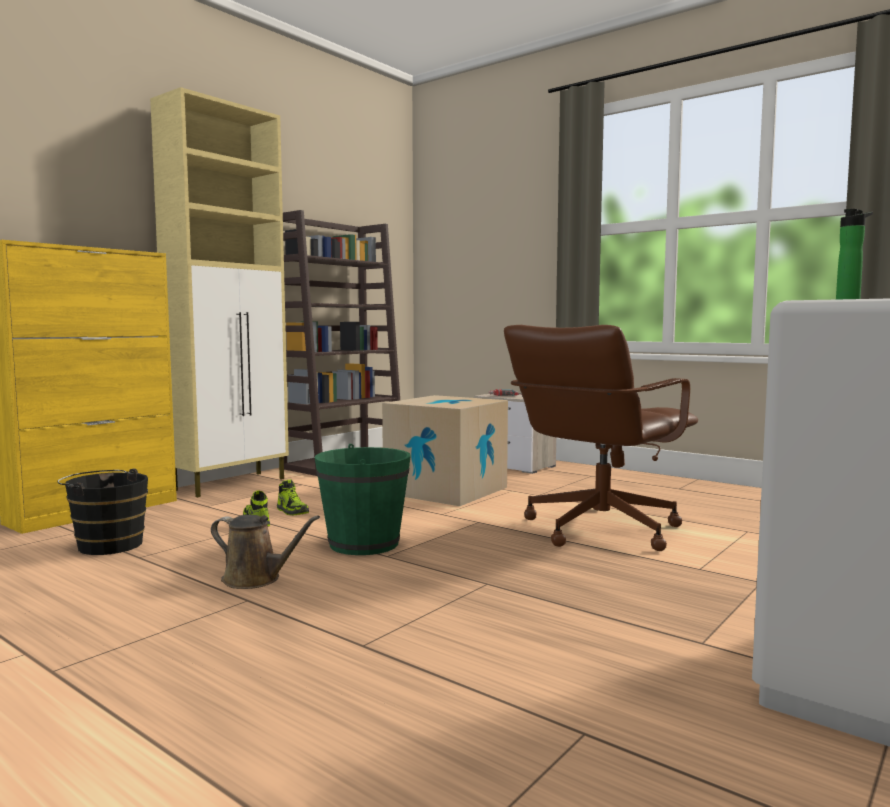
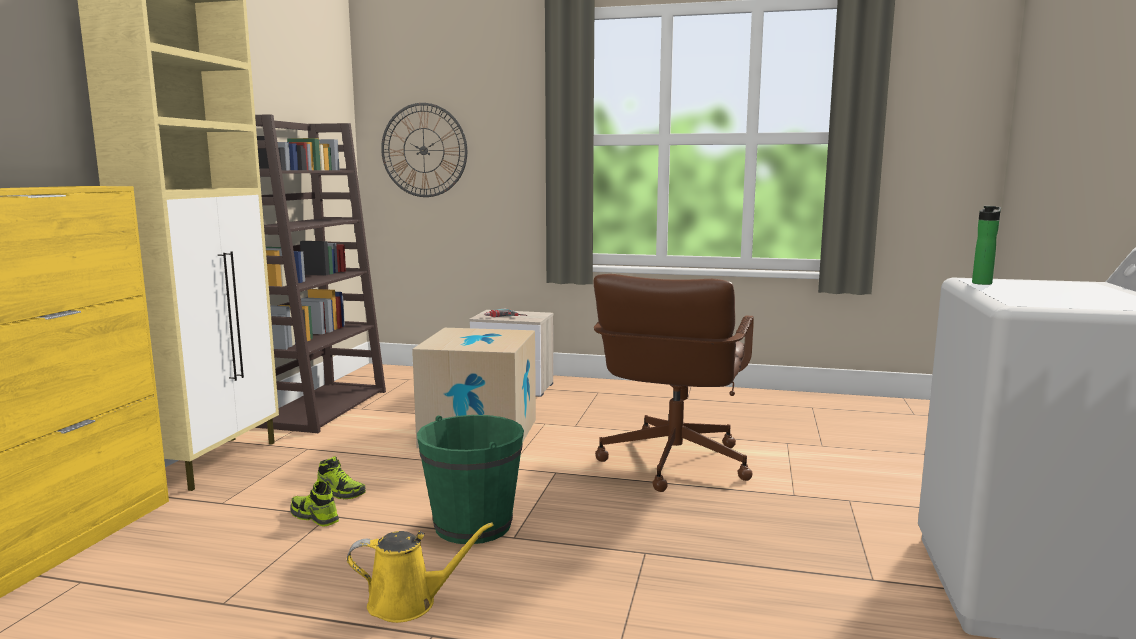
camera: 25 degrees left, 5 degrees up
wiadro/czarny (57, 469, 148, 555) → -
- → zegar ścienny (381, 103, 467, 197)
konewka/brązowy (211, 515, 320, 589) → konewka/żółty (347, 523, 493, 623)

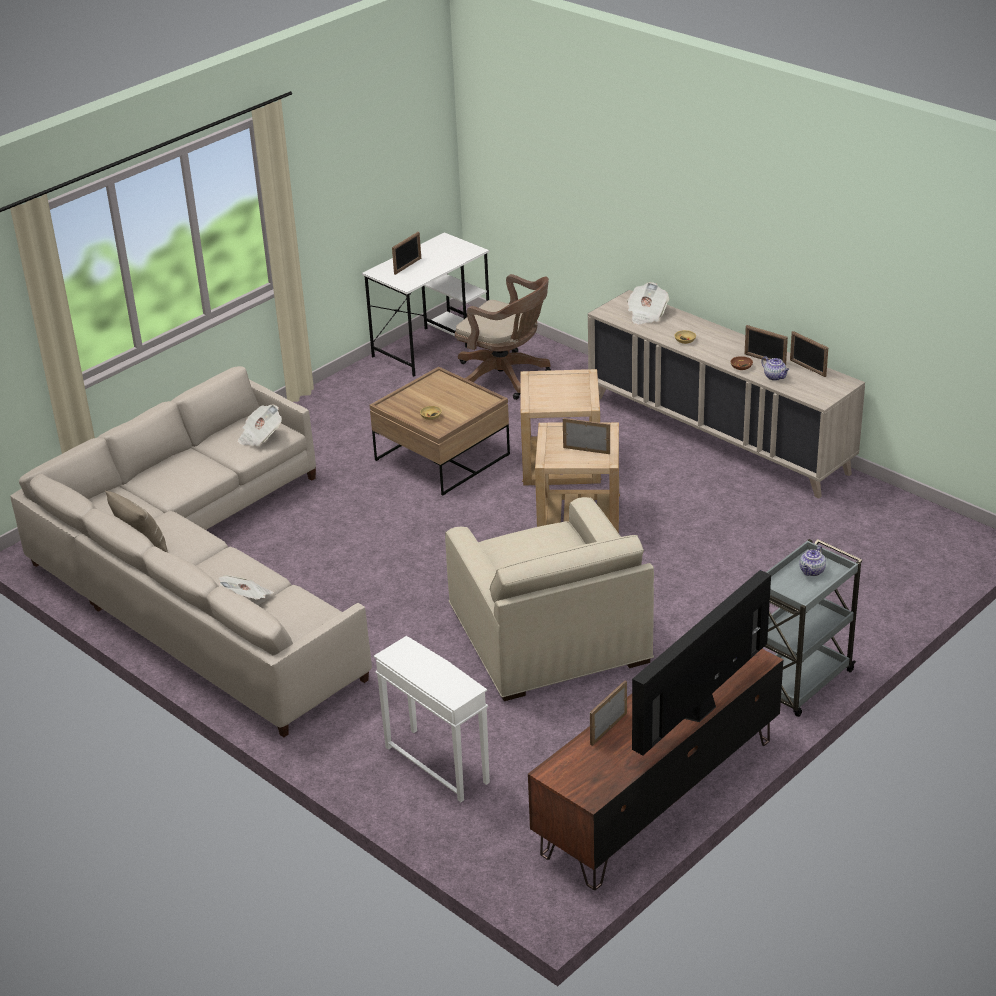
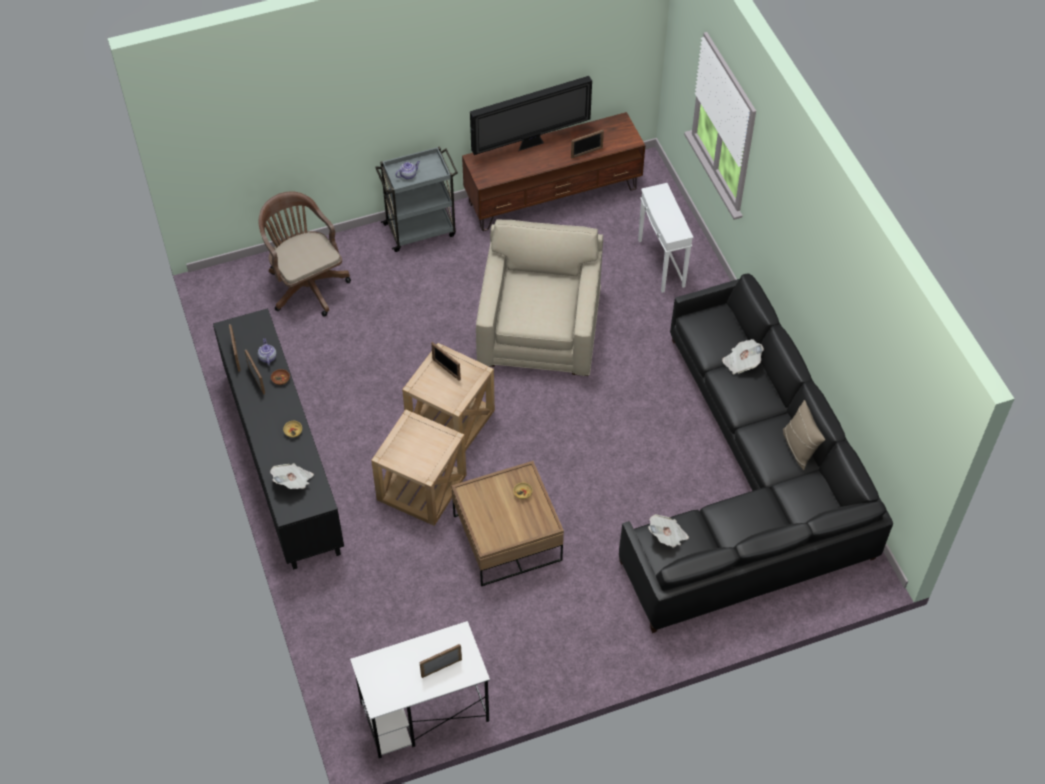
camera: 155 degrees left, 20 degrees up
krzesło biurowe/brązowy (455, 274, 551, 400) → krzesło biurowe/brązowy (258, 192, 351, 317), move
kanapa/beżowy (11, 366, 372, 737) → kanapa/czarny (619, 274, 893, 633)
szafka/beżowy (588, 290, 865, 499) → szafka/czarny (213, 308, 344, 570)

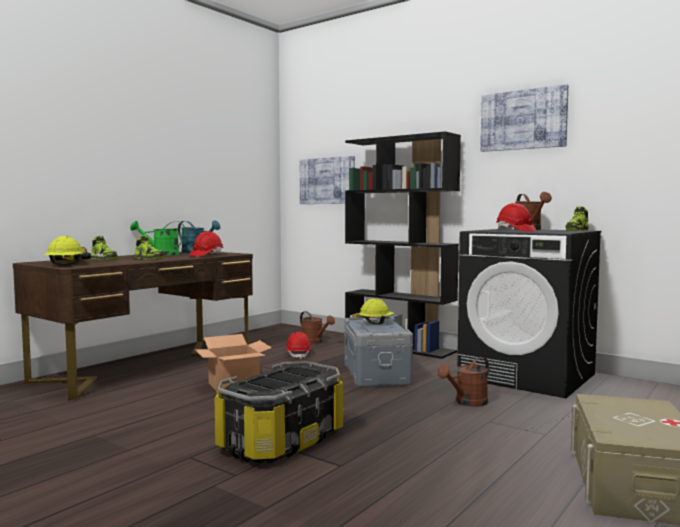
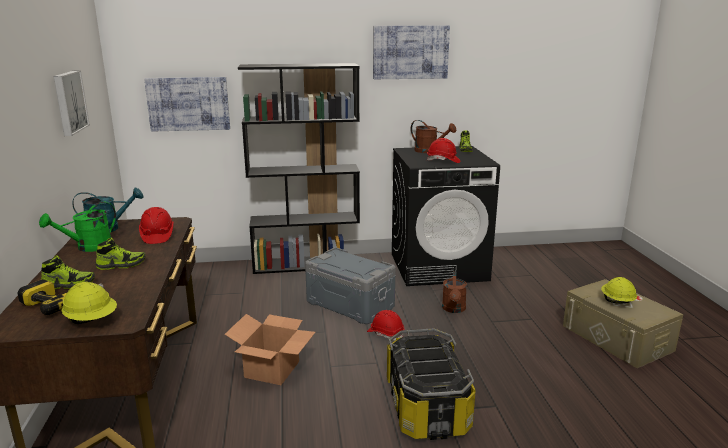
camera: 45 degrees left, 15 degrees up
konewka/brązowy (300, 311, 335, 344) → -
- → obraz (54, 70, 90, 136)
kask/czerwony (286, 332, 312, 359) → kask/czerwony (367, 310, 404, 341), move
kask/żółty (359, 298, 394, 324) → kask/żółty (601, 277, 637, 304), move

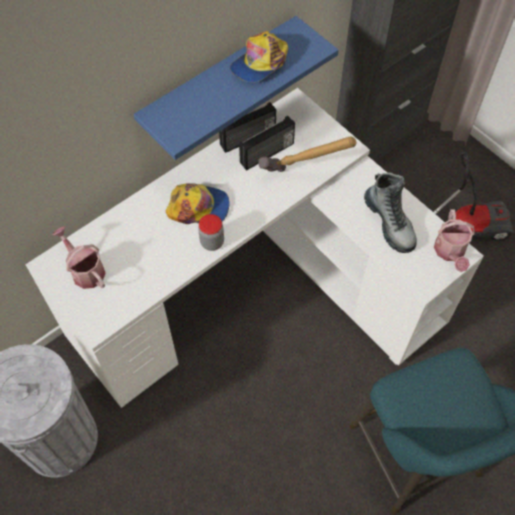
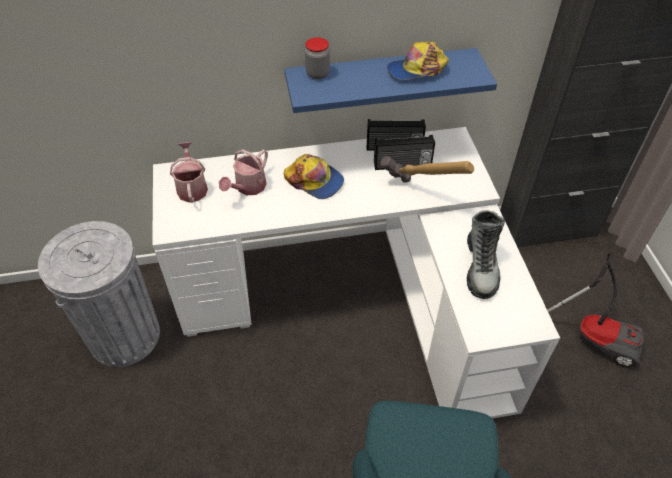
camera: 30 degrees right, 10 degrees down
słoik (198, 214, 224, 251) → słoik (305, 37, 330, 79), move
konewka (434, 209, 475, 272) → konewka (219, 149, 268, 195), move

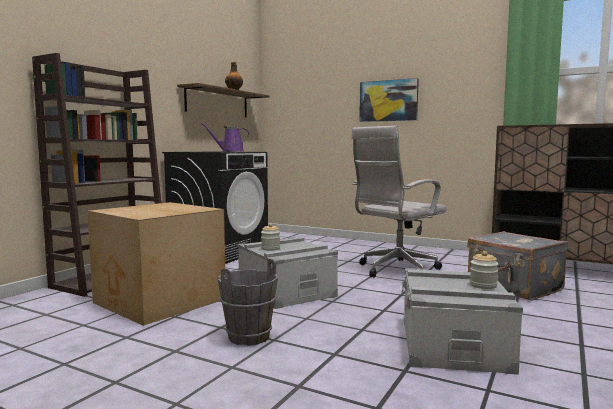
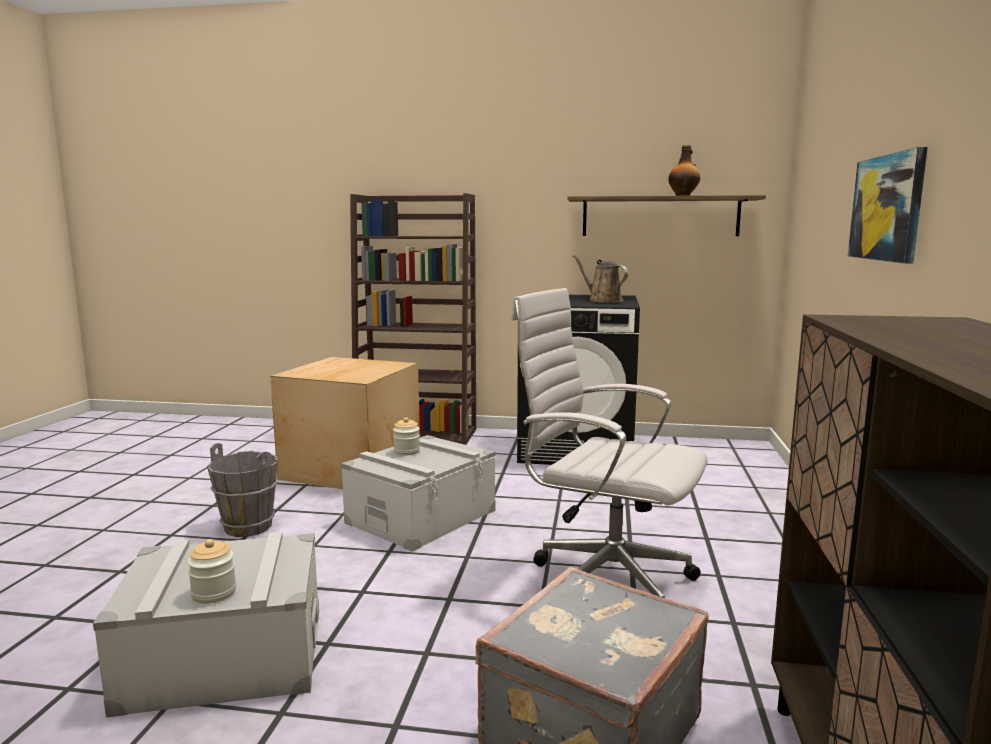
camera: 70 degrees right, 5 degrees up
konewka/fioletowy (201, 123, 249, 152) → konewka/brązowy (573, 255, 628, 303)

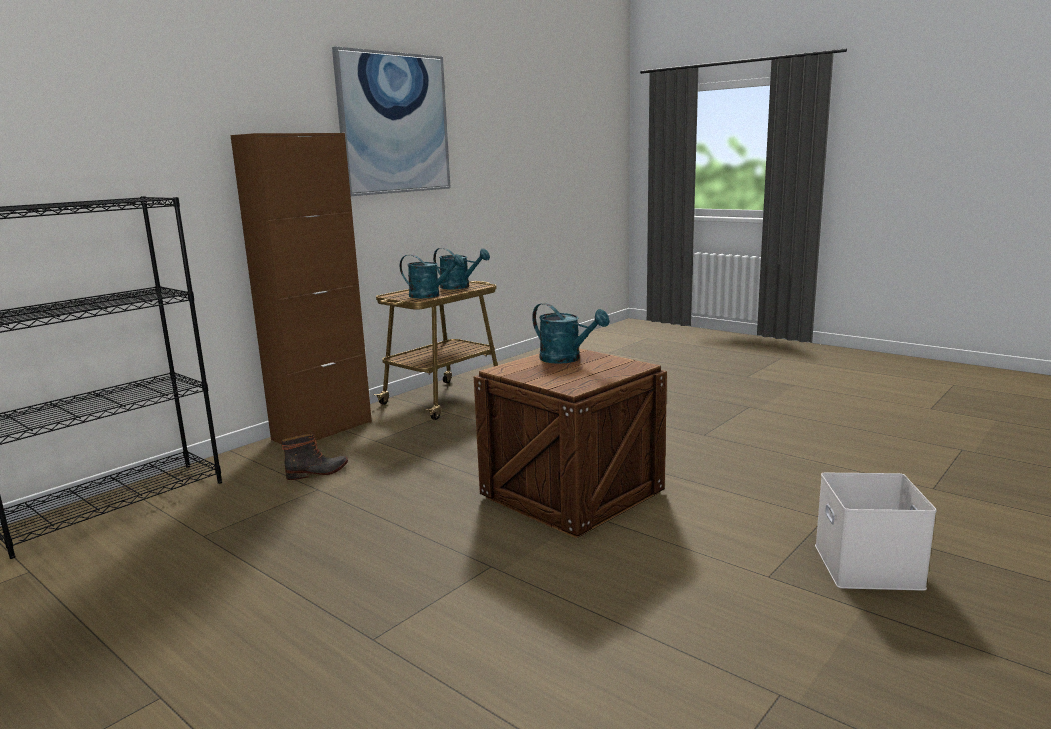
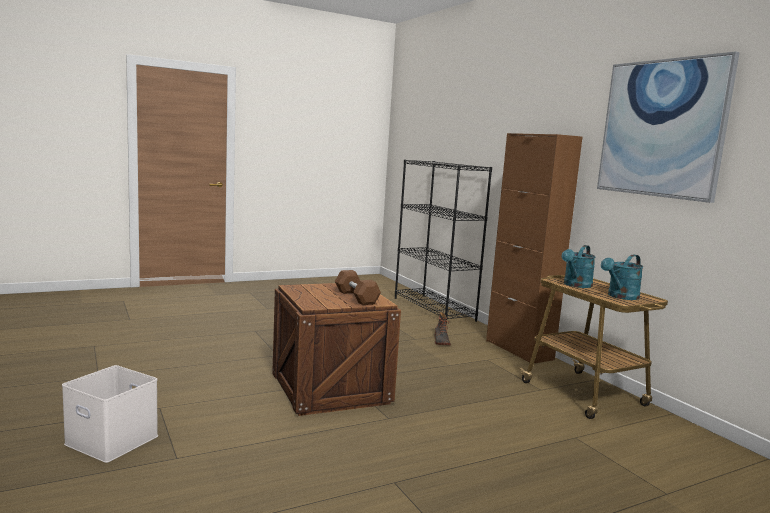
camera: 110 degrees right, 5 degrees down
konewka/turkusowy (532, 303, 610, 364) → hantel/brązowy (335, 270, 381, 305)

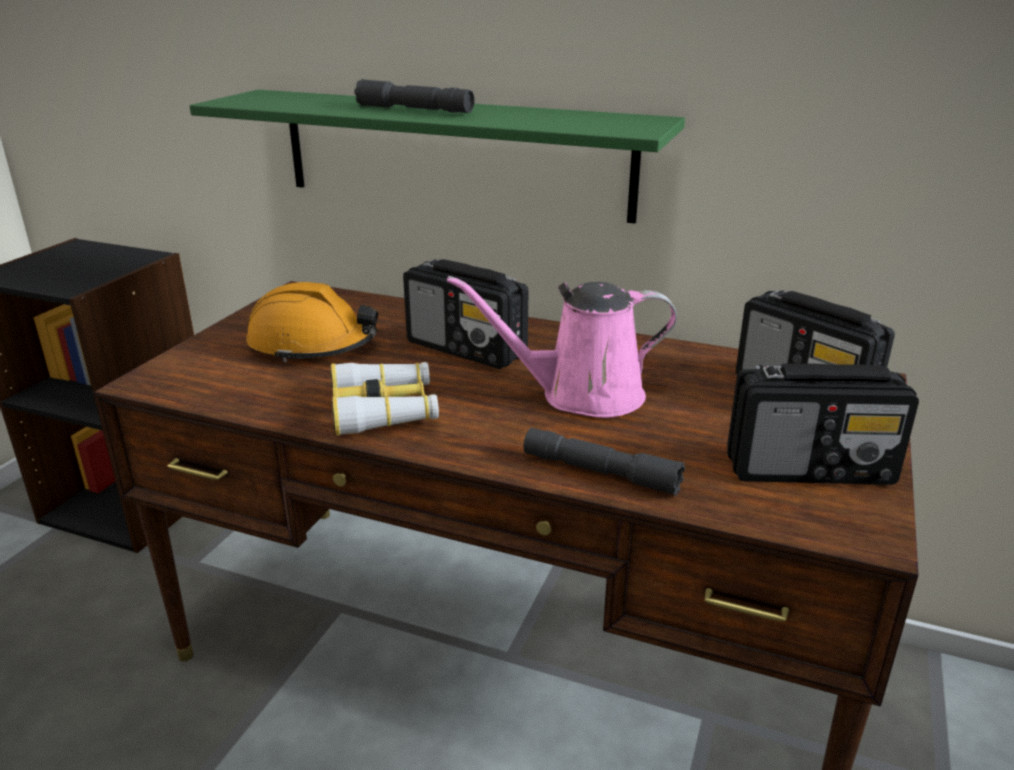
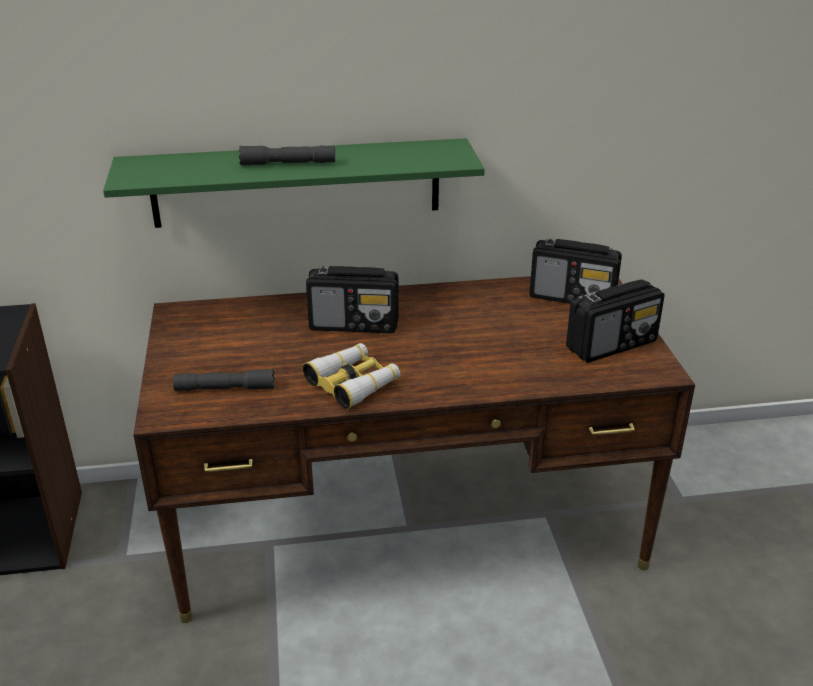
camera: 30 degrees left, 5 degrees up
kask/pomarańczowy (246, 282, 378, 362) → -
konewka/różowy (447, 276, 677, 418) → -
latarka/szary (523, 428, 685, 495) → latarka/szary (173, 369, 275, 391), move

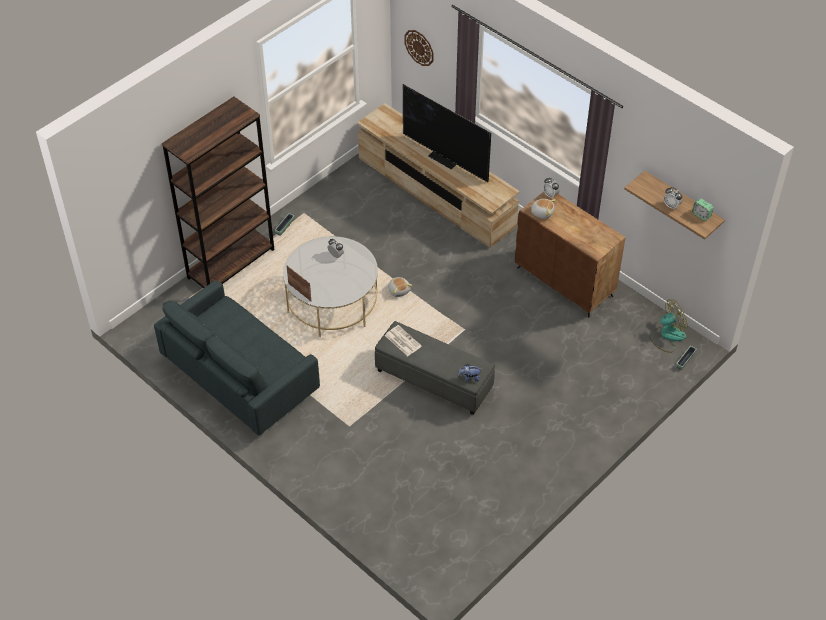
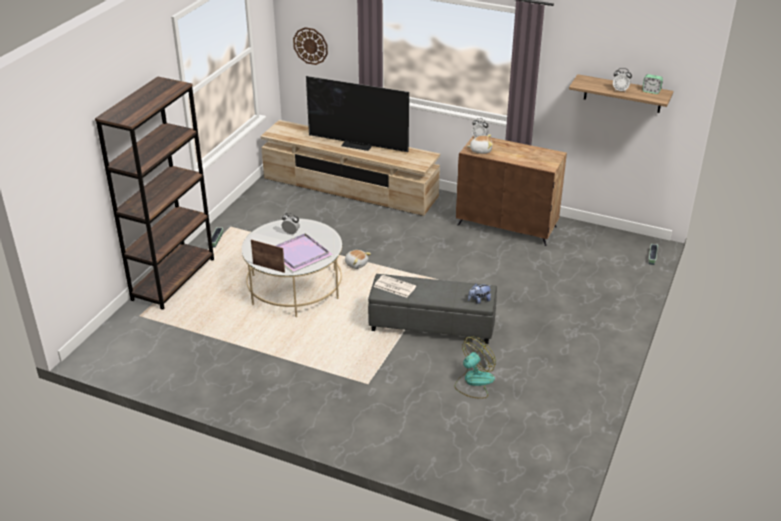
camera: 20 degrees left, 15 degrees down
kanapa/szary (154, 280, 320, 436) → -
- → taca/fioletowy (276, 233, 333, 272)
wentylator (649, 300, 687, 353) → wentylator (454, 337, 496, 399), move

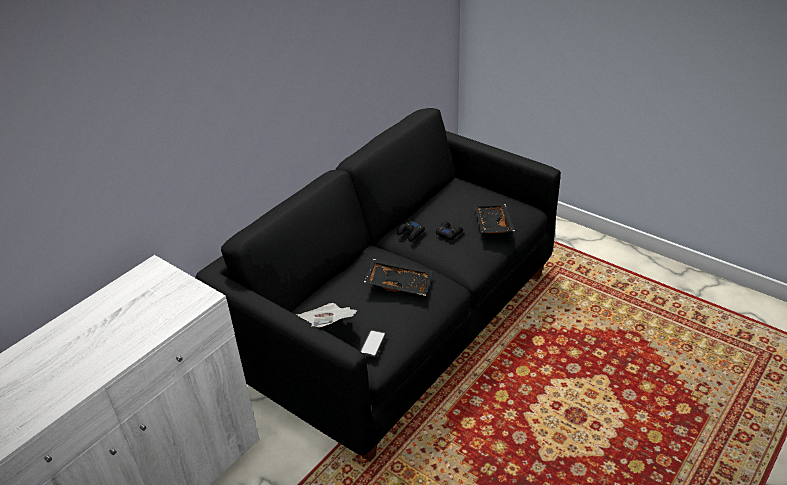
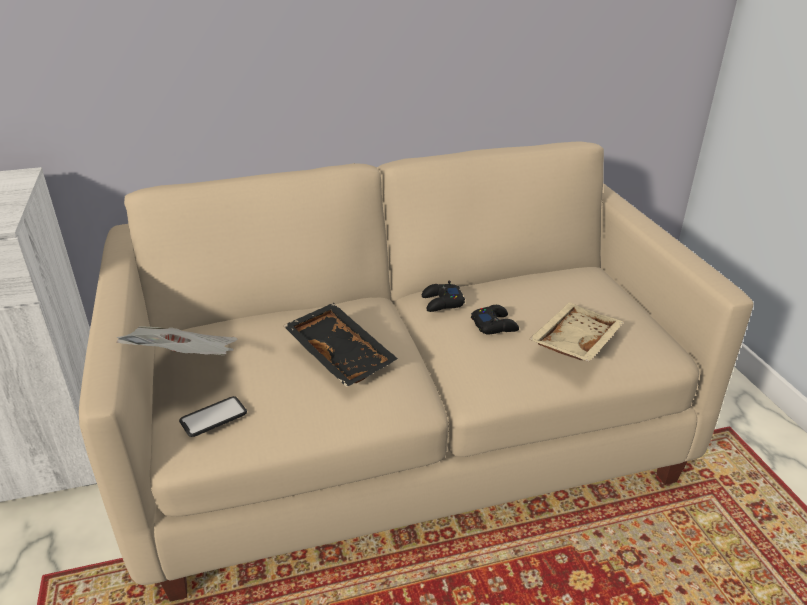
camera: 35 degrees right, 5 degrees down
kanapa/czarny (195, 108, 561, 462) → kanapa/beżowy (79, 142, 754, 602)
taca/czarny (473, 204, 515, 233) → taca/beżowy (529, 302, 624, 362)

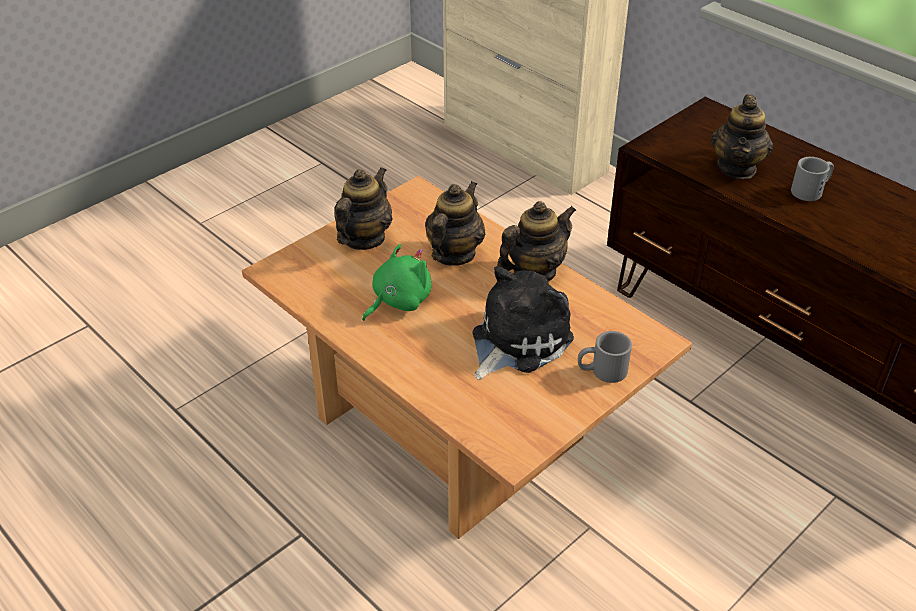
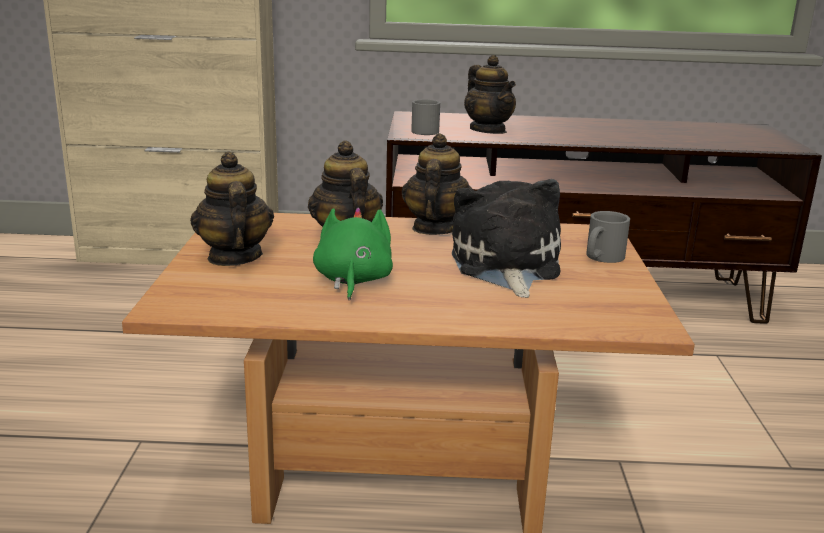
camera: 45 degrees left, 20 degrees down
kubek/szary (791, 157, 834, 201) → kubek/szary (411, 99, 440, 135), move

